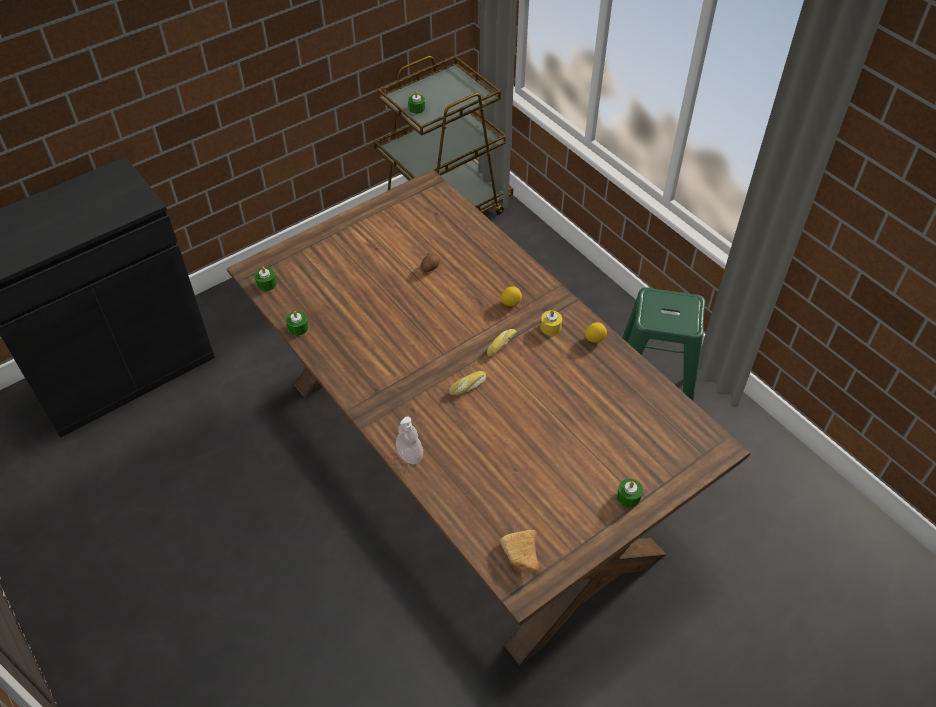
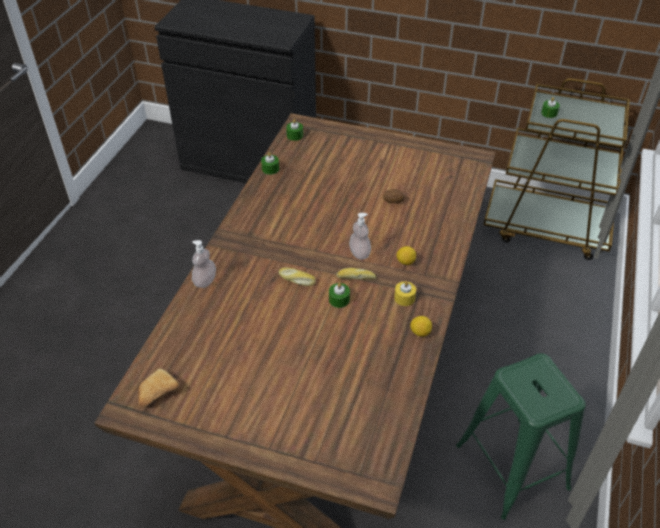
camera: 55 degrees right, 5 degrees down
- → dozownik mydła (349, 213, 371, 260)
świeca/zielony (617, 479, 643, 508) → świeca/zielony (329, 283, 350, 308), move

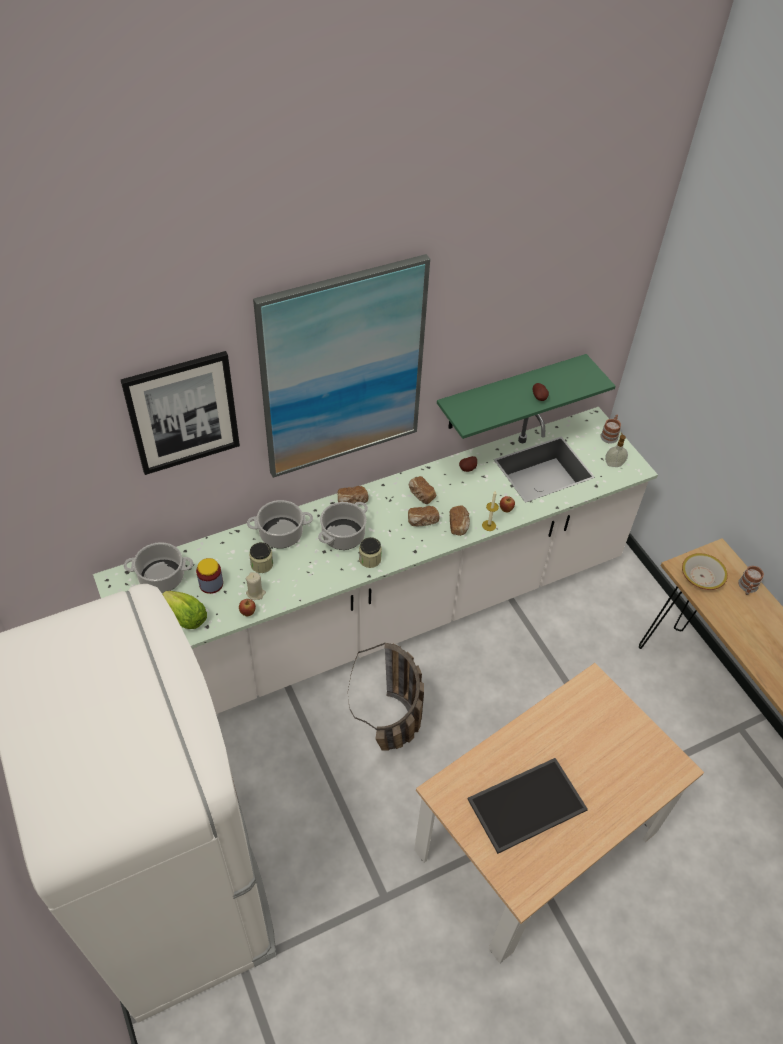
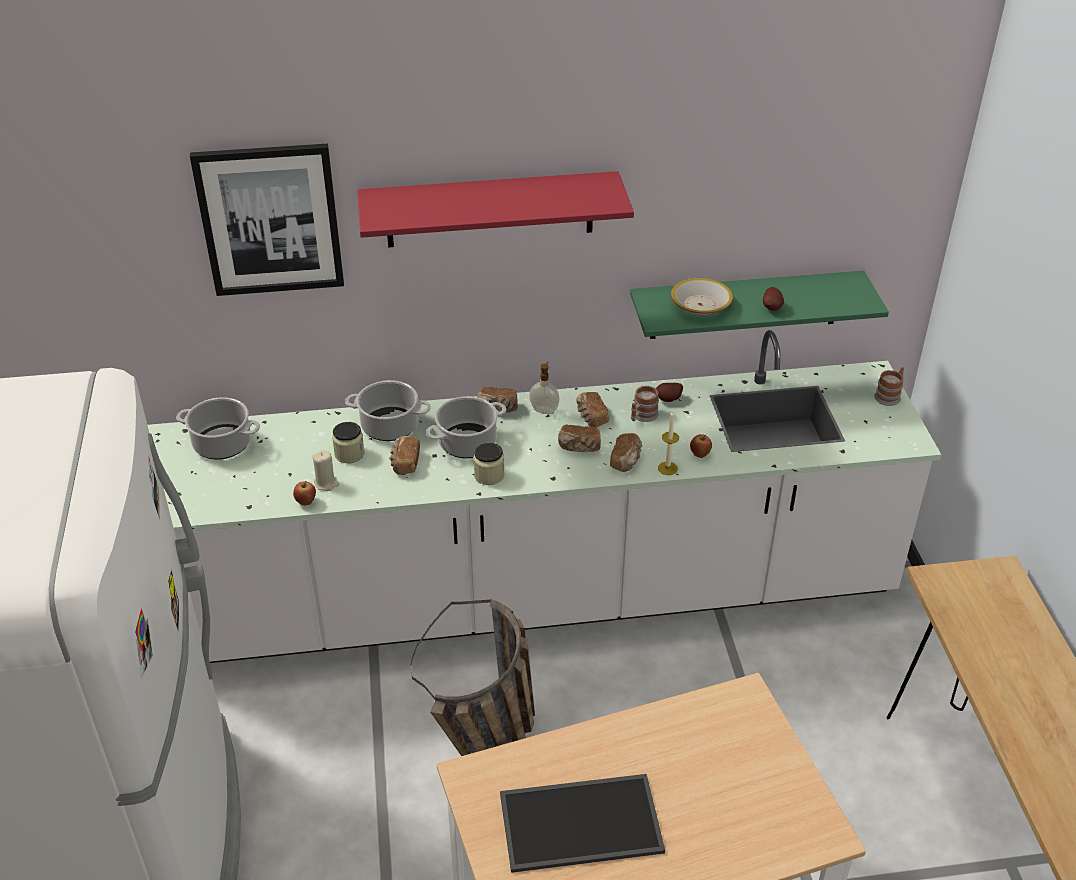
camera: 20 degrees right, 10 degrees down
sałata (162, 591, 207, 629) → -
słoik (196, 558, 223, 594) → -
- → chleb (389, 436, 420, 475)
dozownik mydła (605, 433, 628, 467) → dozownik mydła (529, 362, 559, 414), move
miska (682, 553, 728, 590) → miska (671, 278, 733, 315), move
kubek (738, 566, 764, 595) → kubek (631, 386, 659, 422), move
obraz (253, 254, 430, 478) → półka/czerwony (357, 171, 634, 247)

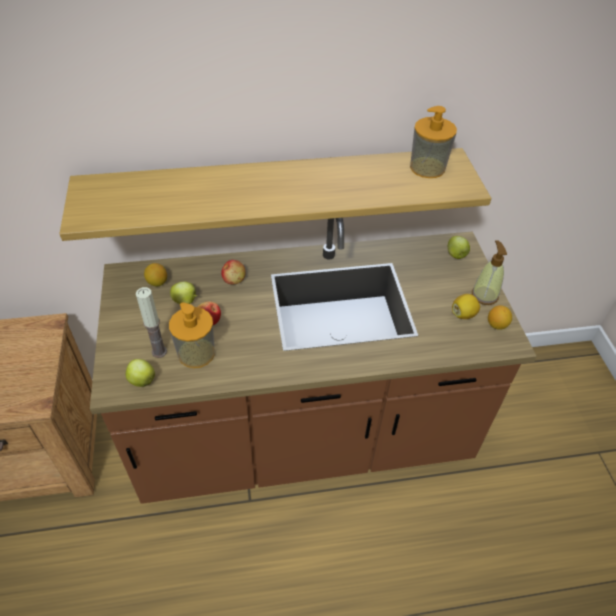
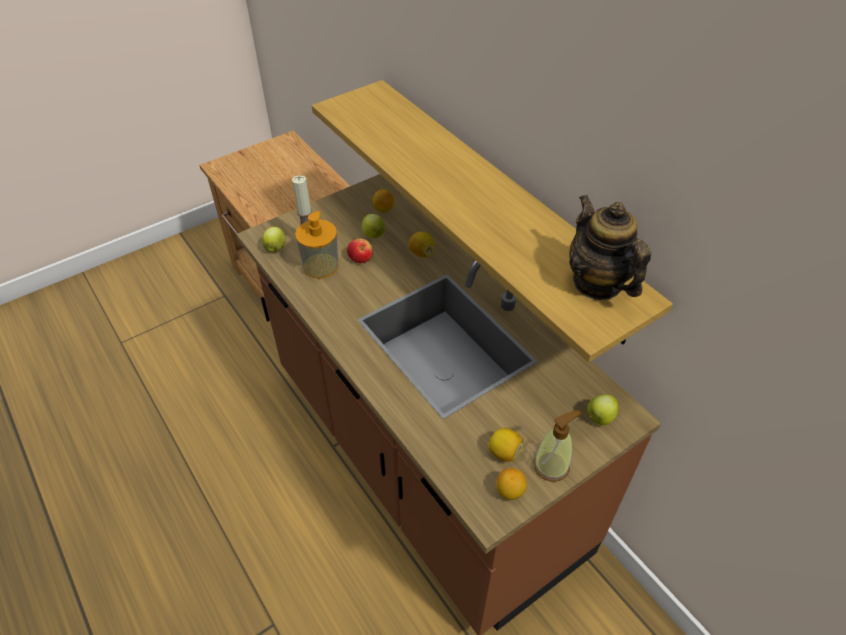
camera: 65 degrees right, 0 degrees up
jabłko (221, 260, 246, 284) → cytryna (408, 232, 435, 257)
dozownik mydła (410, 106, 457, 178) → imbryk (569, 195, 651, 300)

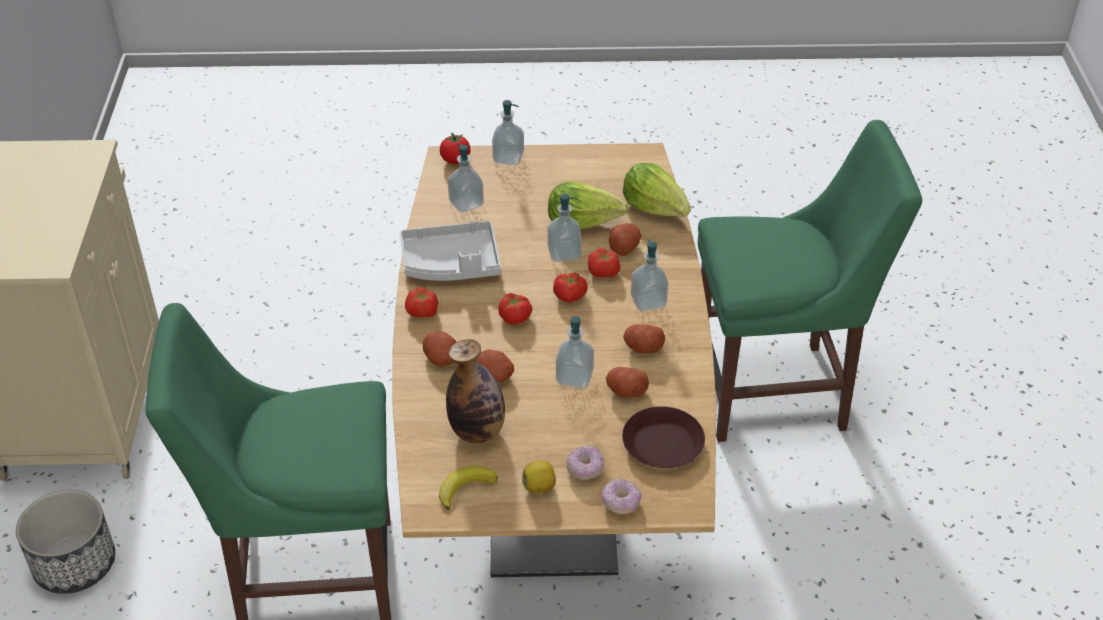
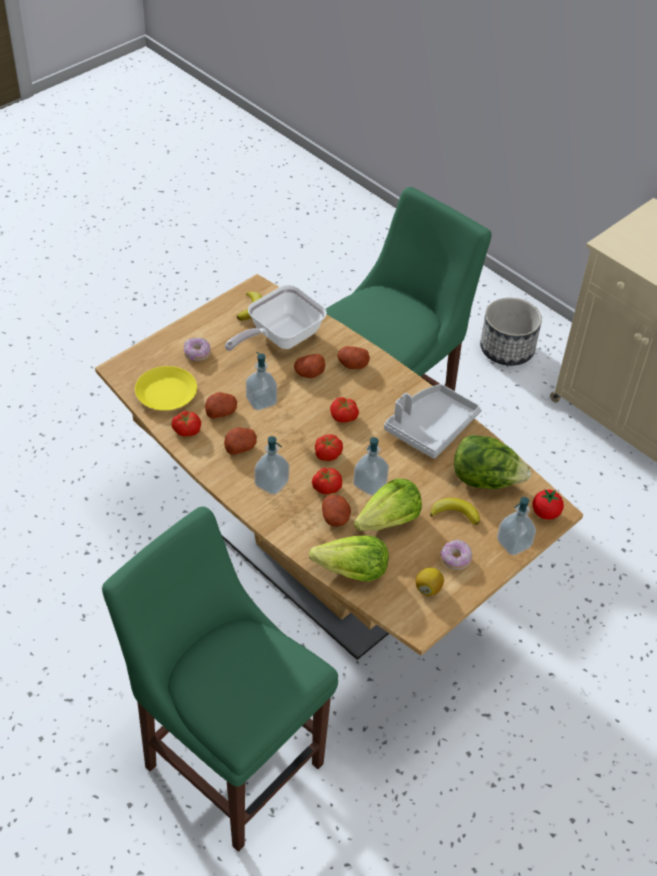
camera: 135 degrees right, 5 degrees up
- → banan (430, 498, 480, 525)
pomidor (405, 287, 438, 318) → pomidor (172, 411, 201, 437), move
cytryna (522, 460, 556, 494) → cytryna (416, 567, 444, 596), move
donut (601, 478, 641, 514) → donut (440, 540, 472, 570), move
butelka (446, 339, 505, 443) → patelnia (225, 285, 327, 351)
dozownik mydła (448, 144, 484, 213) → sałata (454, 435, 531, 489)
talerz/brązowy (622, 406, 705, 468) → talerz/żółty (135, 366, 197, 410)
krzesło/zielony (698, 120, 922, 442) → krzesło/zielony (102, 507, 338, 852), 90 degrees clockwise

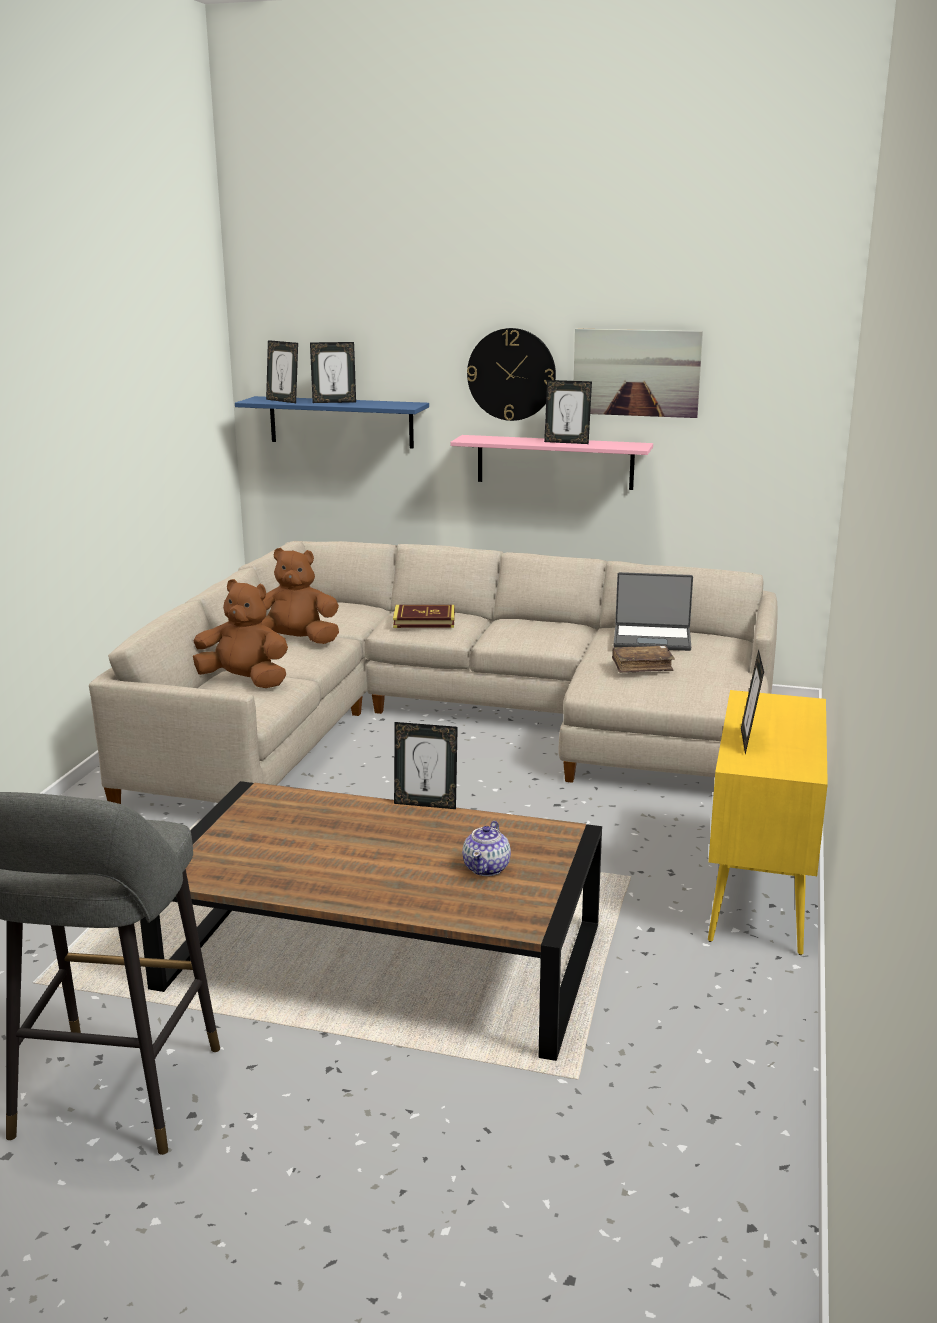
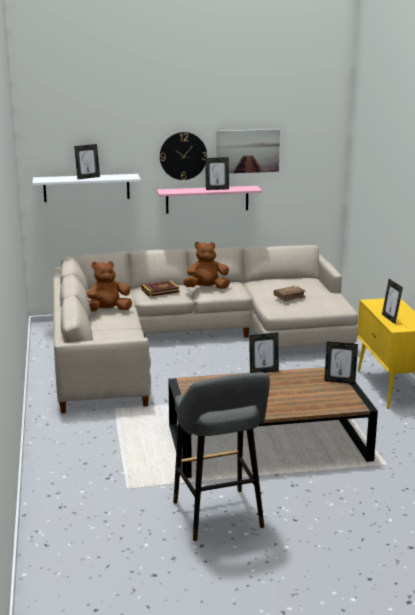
camera: 25 degrees left, 0 degrees up
imbryk (462, 821, 511, 876) → -
laptop (614, 572, 693, 651) → -
pluszak/brązowy (193, 579, 288, 688) → pluszak/brązowy (183, 242, 230, 289), move
ramka na zdjęcie (266, 340, 298, 403) → ramka na zdjęcie (324, 342, 358, 384), move
półka/niebieski (235, 396, 429, 448) → półka/biały (33, 174, 141, 202)

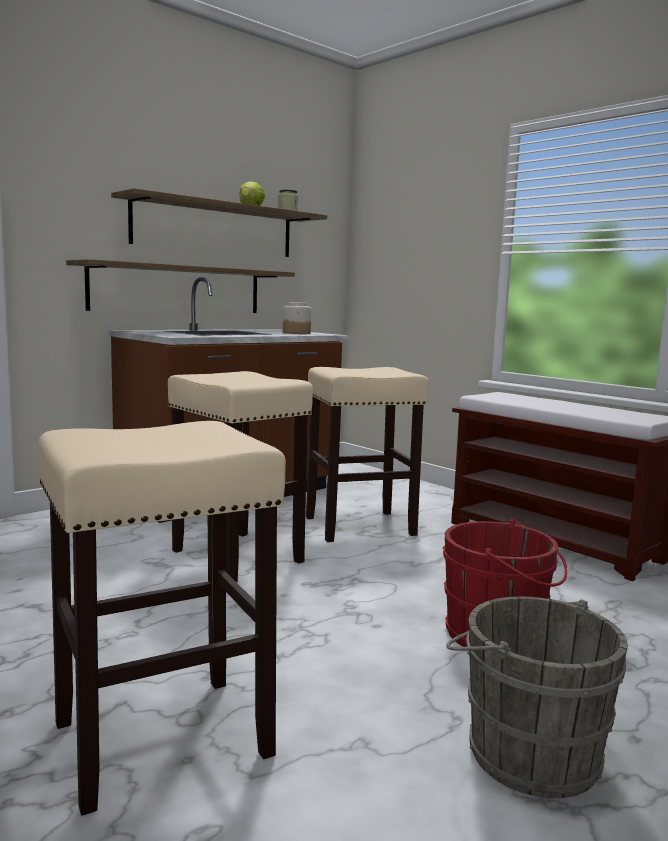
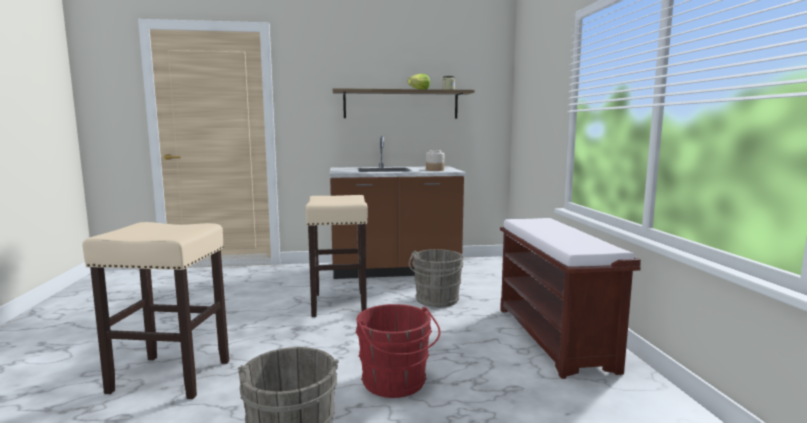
camera: 35 degrees right, 0 degrees up
półka (66, 259, 295, 313) → -
stołek/beżowy (306, 367, 429, 542) → wiadro/szary (409, 249, 464, 307)

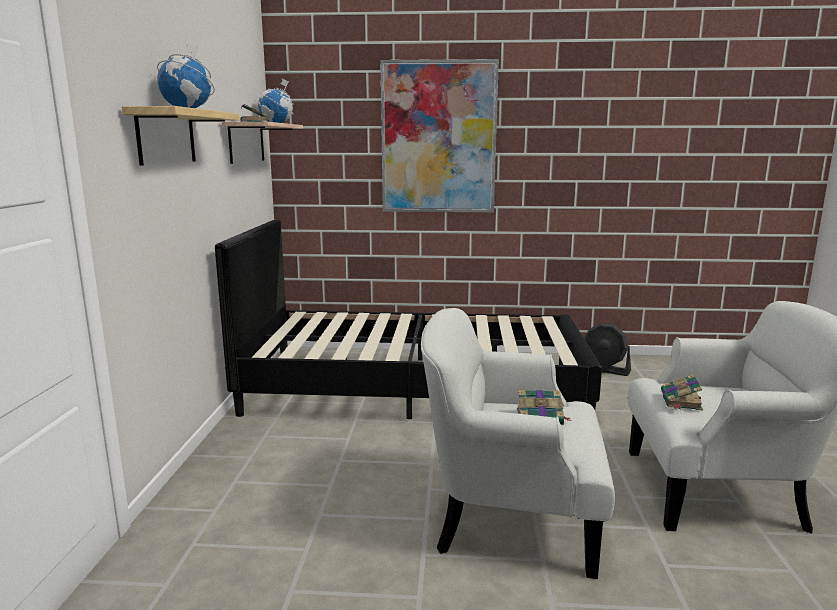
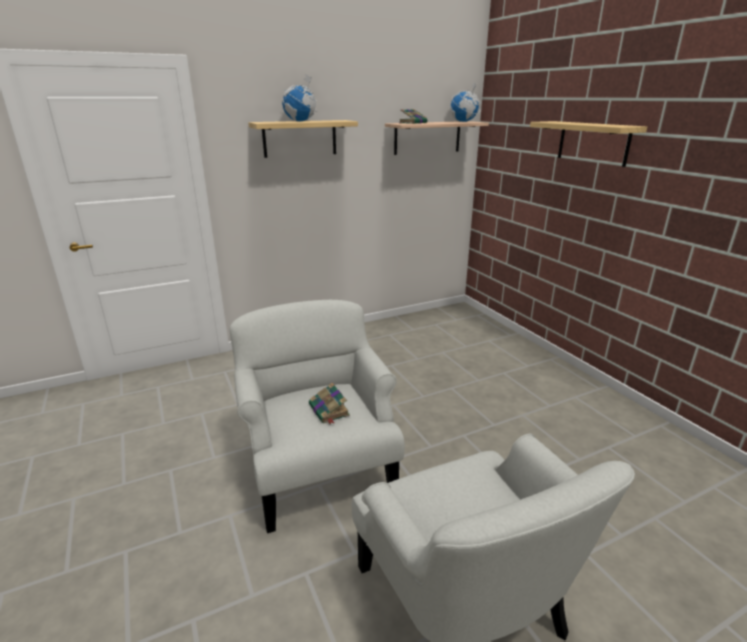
camera: 60 degrees right, 10 degrees up
łóżko/czarny (215, 220, 602, 419) → -
wentylator/czarny (584, 323, 631, 376) → -
książka (661, 374, 703, 410) → -
obraz (380, 59, 499, 213) → półka (530, 121, 647, 167)

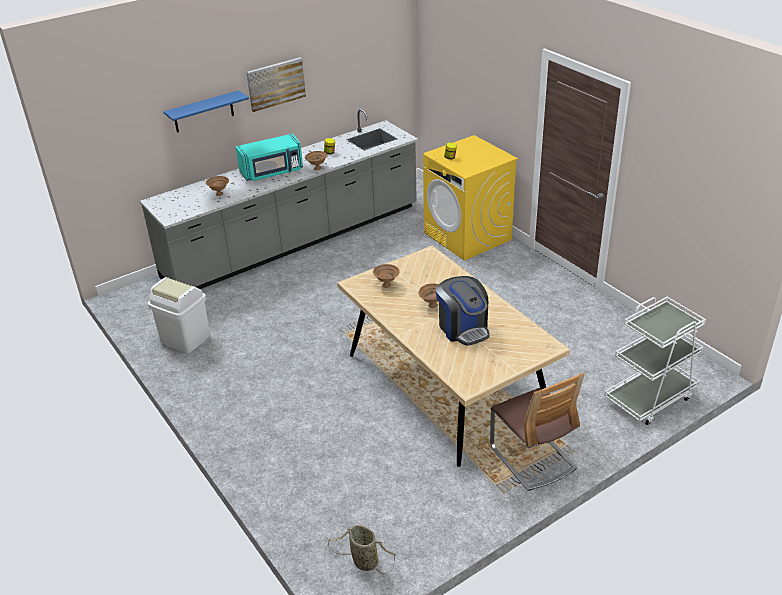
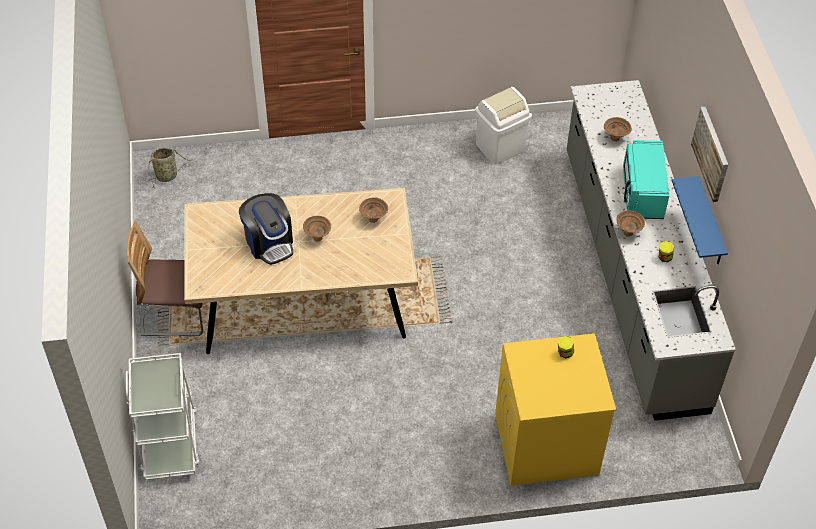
camera: 115 degrees right, 15 degrees up
półka/niebieski (164, 90, 249, 132) → półka/niebieski (672, 176, 728, 264), move
ekspres do kawy (436, 276, 490, 346) → ekspres do kawy (239, 193, 293, 265), 120 degrees counterclockwise

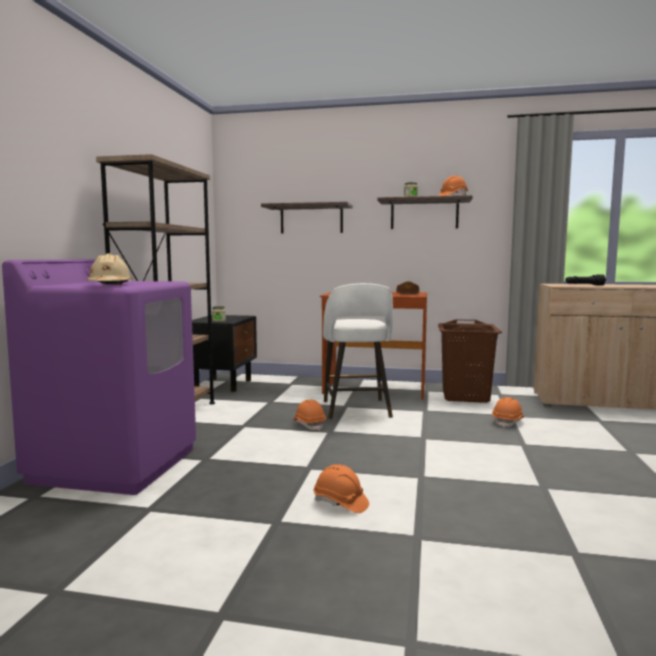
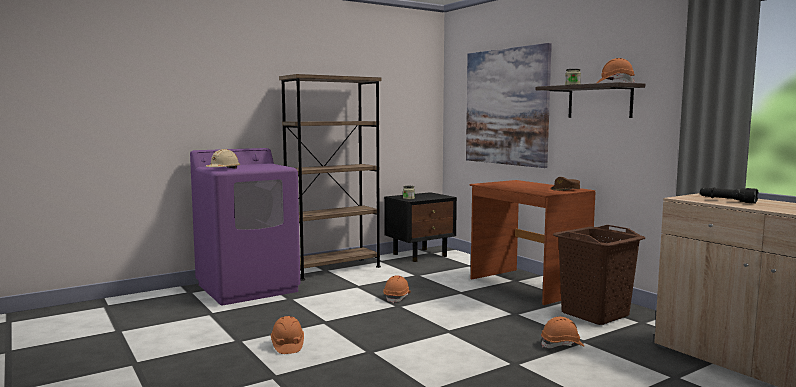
camera: 45 degrees right, 0 degrees up
stołek/biały (323, 283, 393, 419) → -
półka (261, 202, 353, 233) → obraz (466, 43, 552, 168)

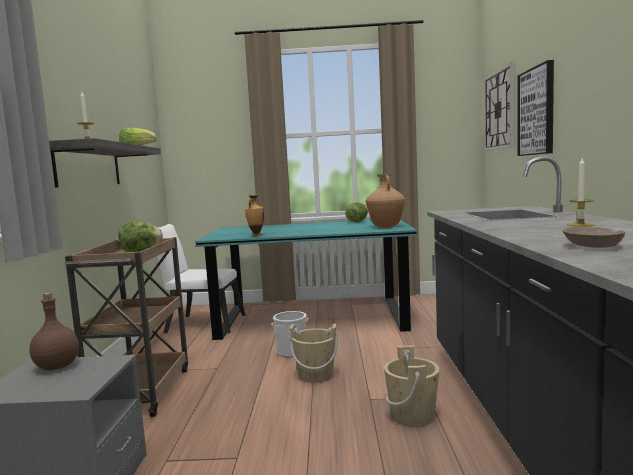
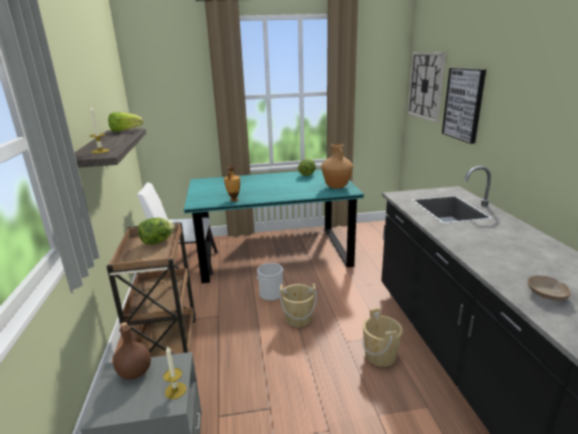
camera: 10 degrees left, 15 degrees up
świeca (567, 158, 595, 227) → świeca (163, 345, 187, 399), move

